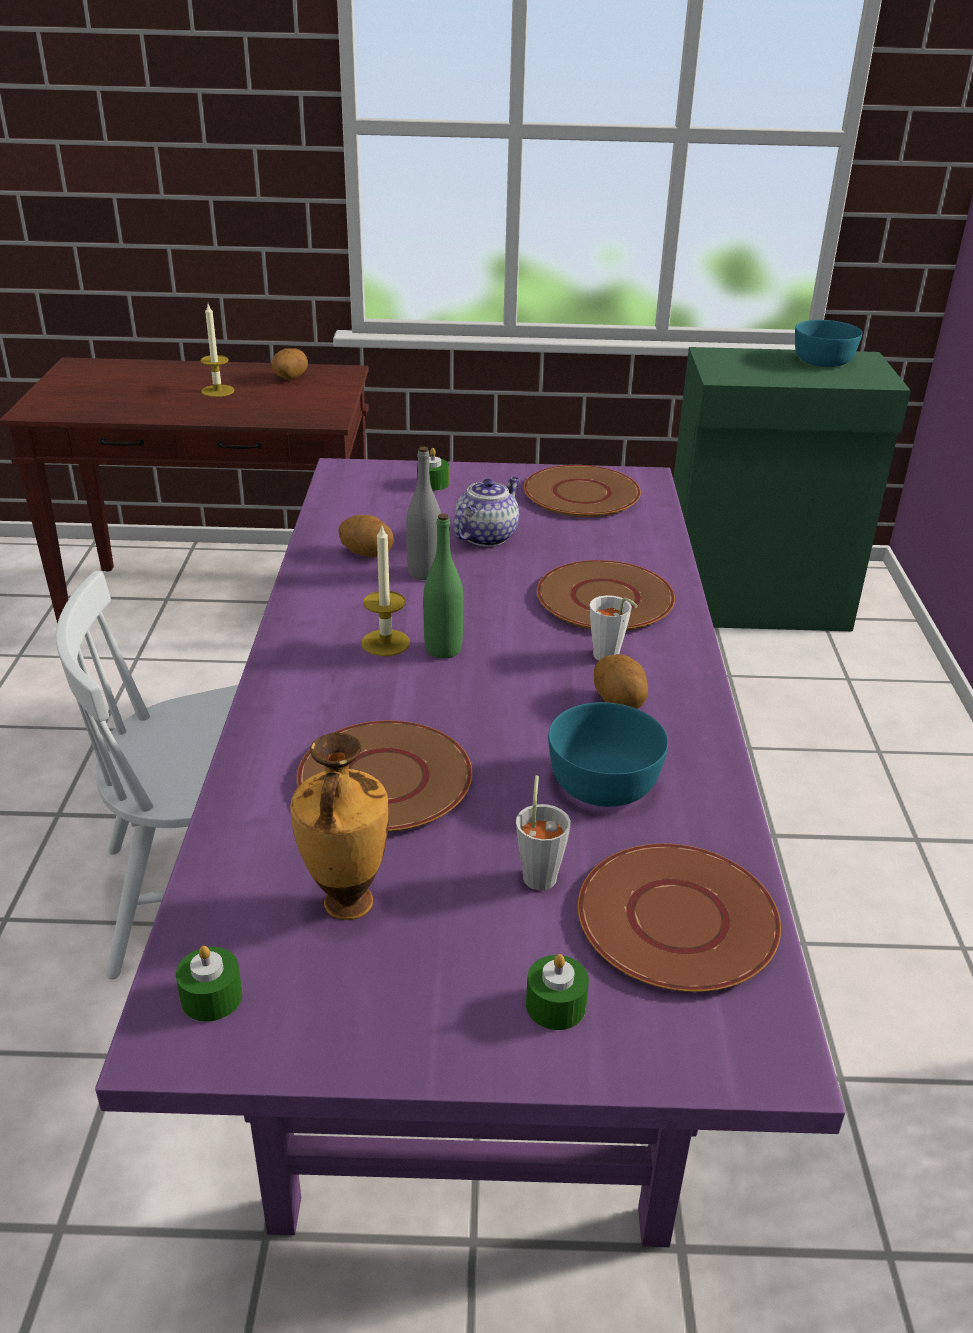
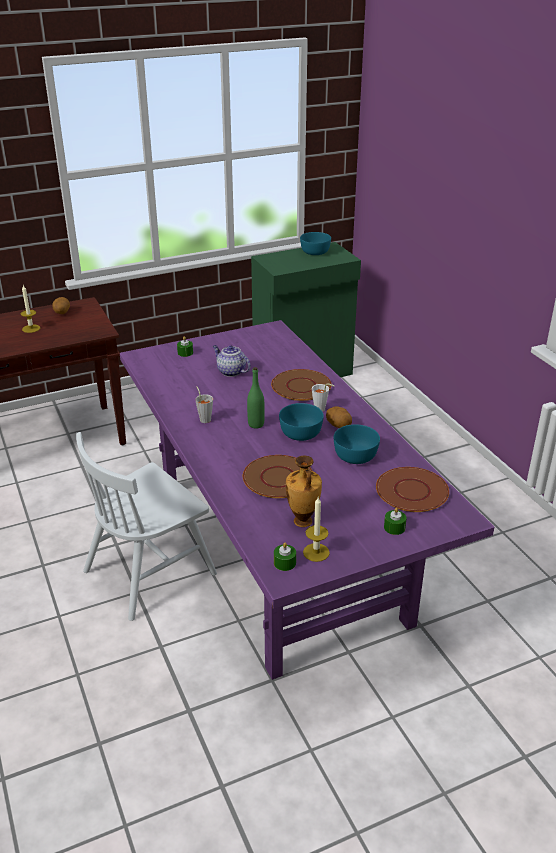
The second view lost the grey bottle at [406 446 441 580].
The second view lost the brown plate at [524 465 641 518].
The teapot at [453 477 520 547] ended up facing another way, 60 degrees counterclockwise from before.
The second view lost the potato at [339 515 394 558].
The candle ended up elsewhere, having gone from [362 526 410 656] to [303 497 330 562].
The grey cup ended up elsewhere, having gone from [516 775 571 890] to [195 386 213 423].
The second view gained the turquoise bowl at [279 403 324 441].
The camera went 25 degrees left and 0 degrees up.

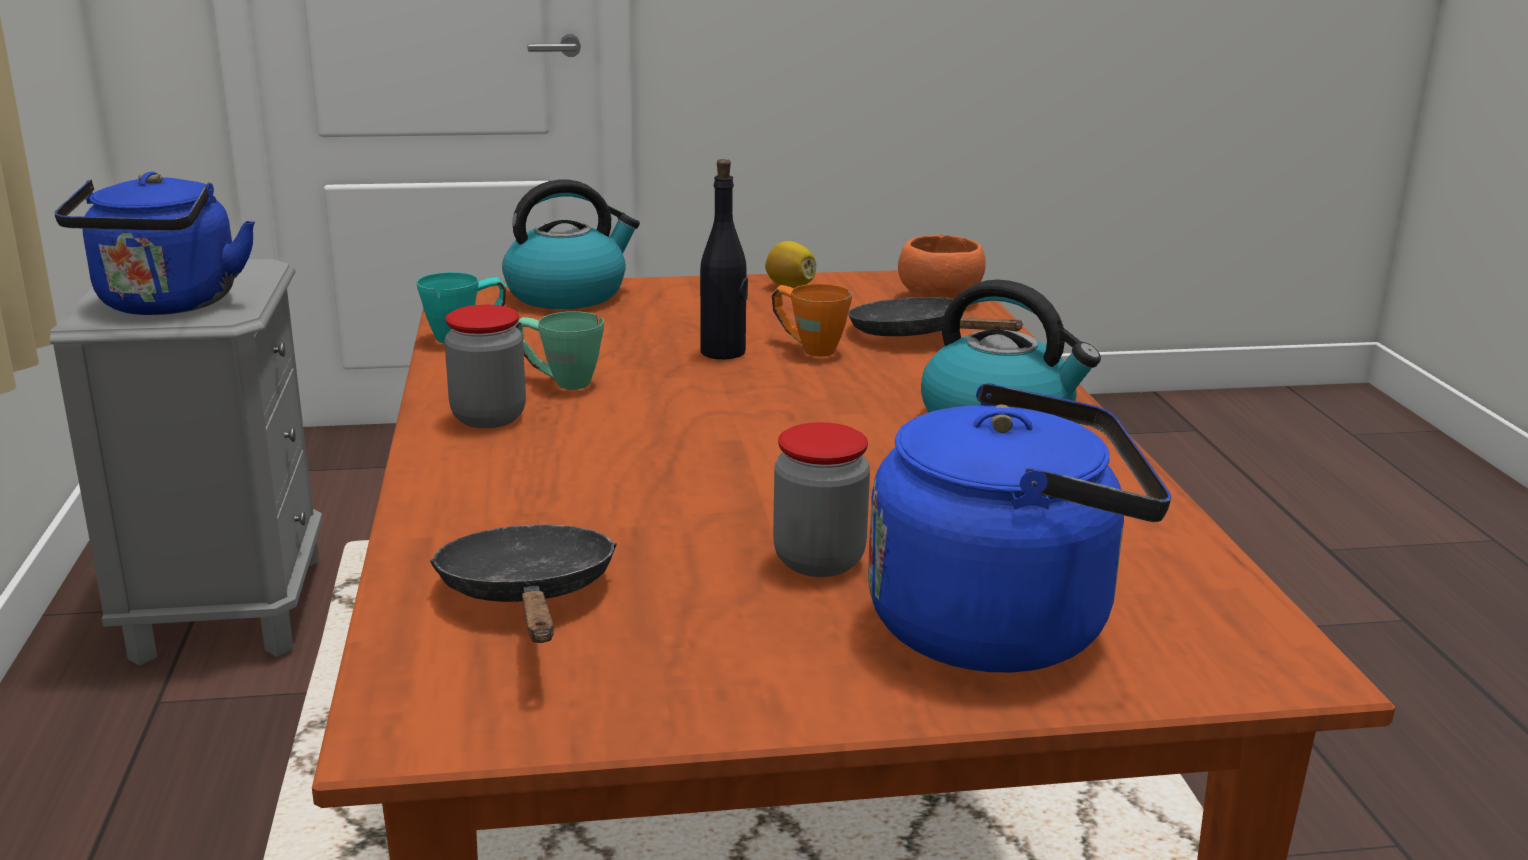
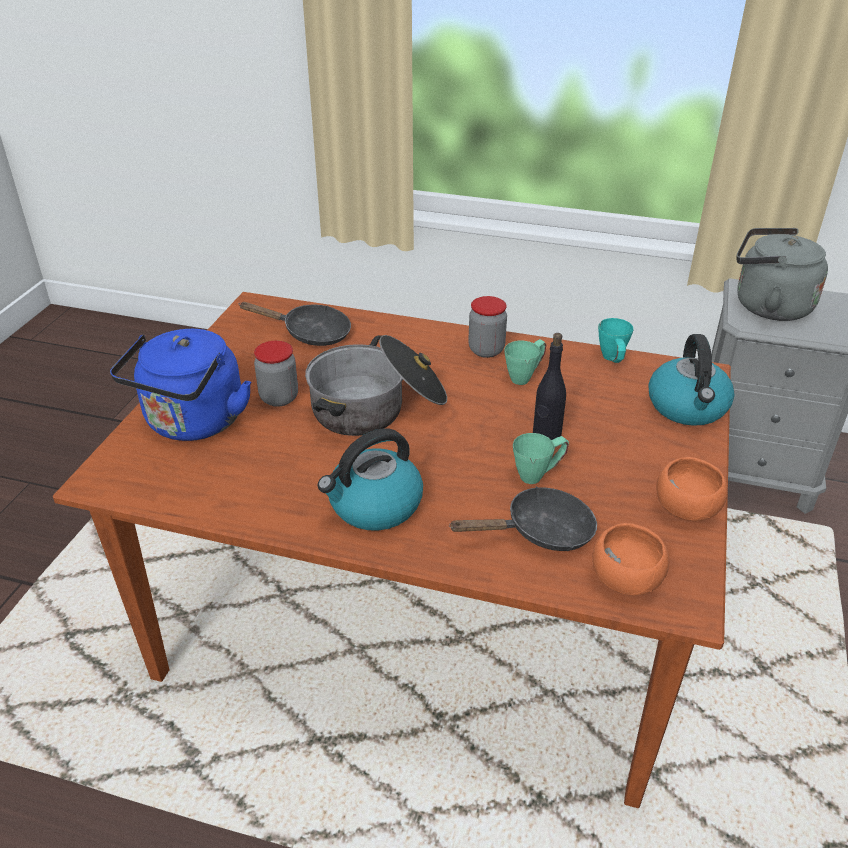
What was the blue kettle at [55 172 255 315] turned into the grey kettle at [736 228 828 321].
Where the lemon stood at [765 241 816 287], the orange bowl came to stand at [656 457 728 521].
What was the orange mug at [772 284 852 356] turned into the green mug at [513 433 569 484].
The second view gained the cooking pot at [305 335 447 436].
The camera went 115 degrees right and 15 degrees up.

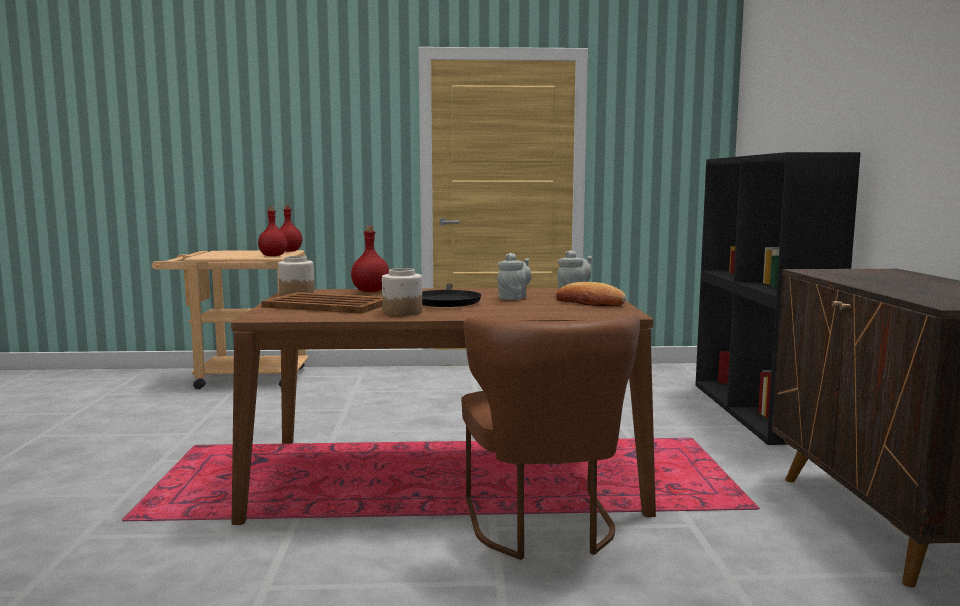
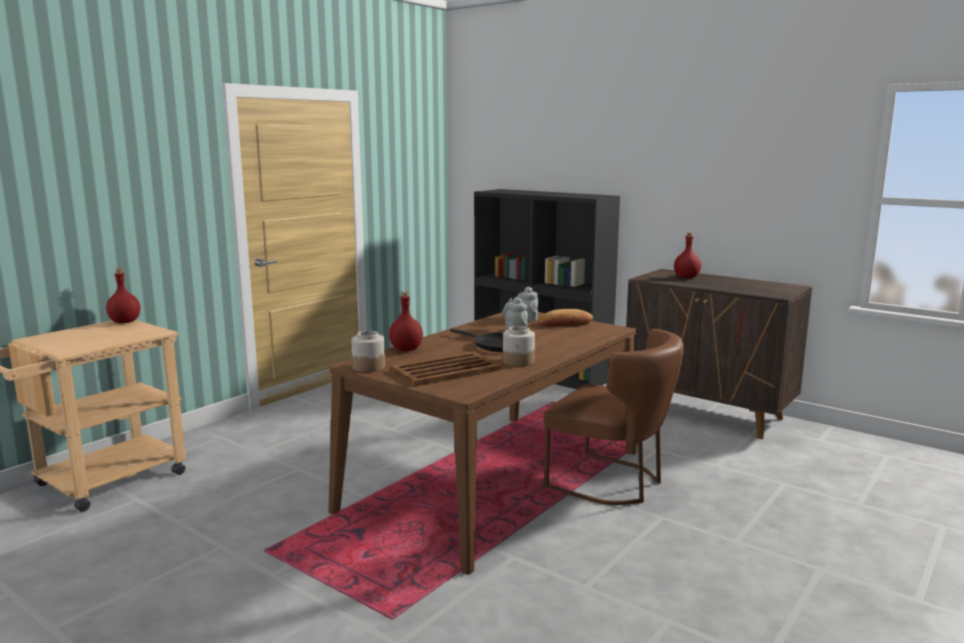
The red bottle ended up elsewhere, having gone from [258 207 287 256] to [674 232 701 278].
The camera went 50 degrees left and 5 degrees up.

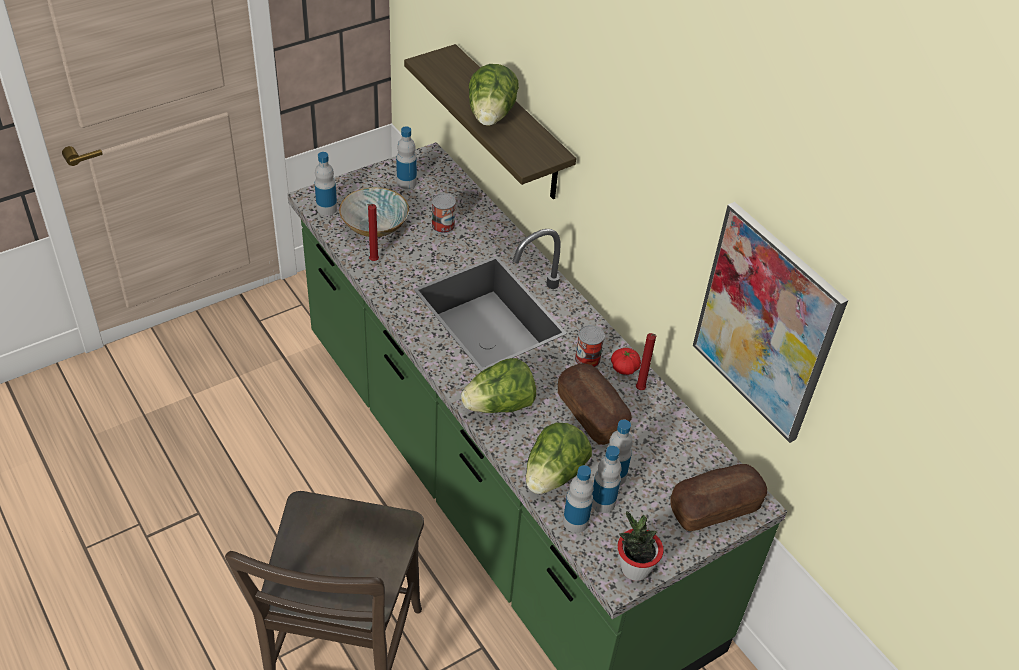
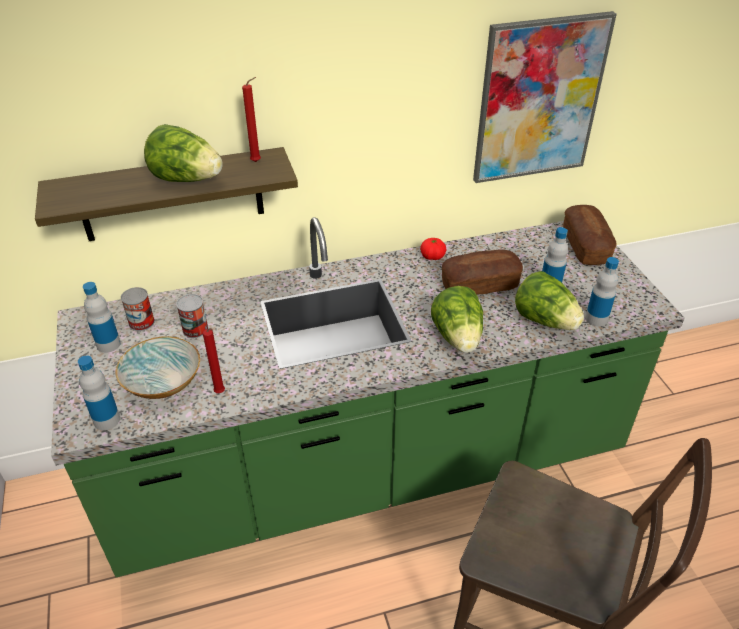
The can ended up elsewhere, having gone from [575 325 605 367] to [121 287 155 331].
The red candle ended up elsewhere, having gone from [636 333 657 390] to [242 77 261 162].
The second view lost the bottle at [592 446 622 513].
The second view lost the potted plant at [618 511 664 581].
The camera went 70 degrees left and 5 degrees down.

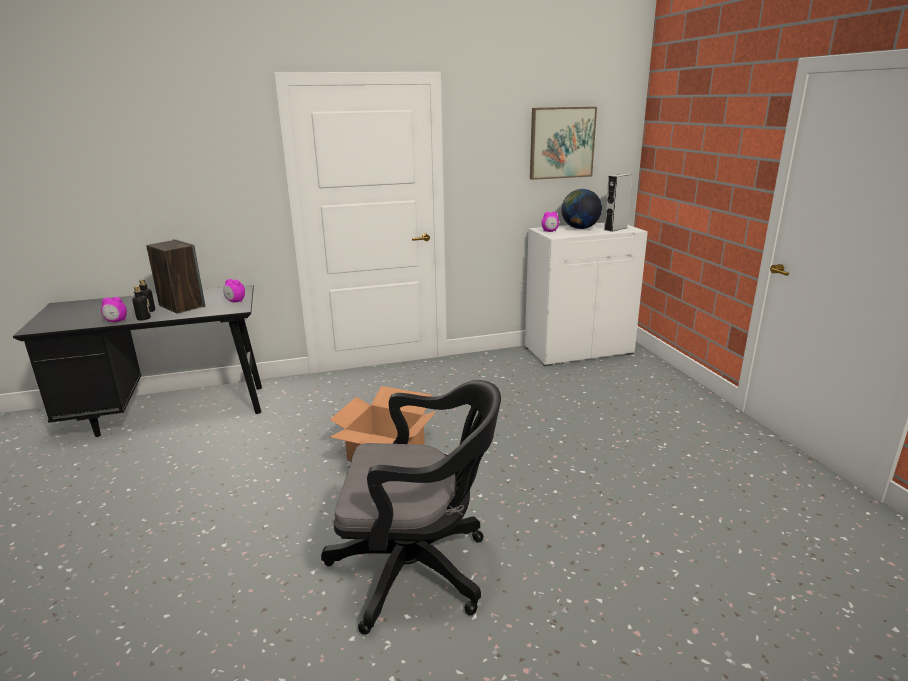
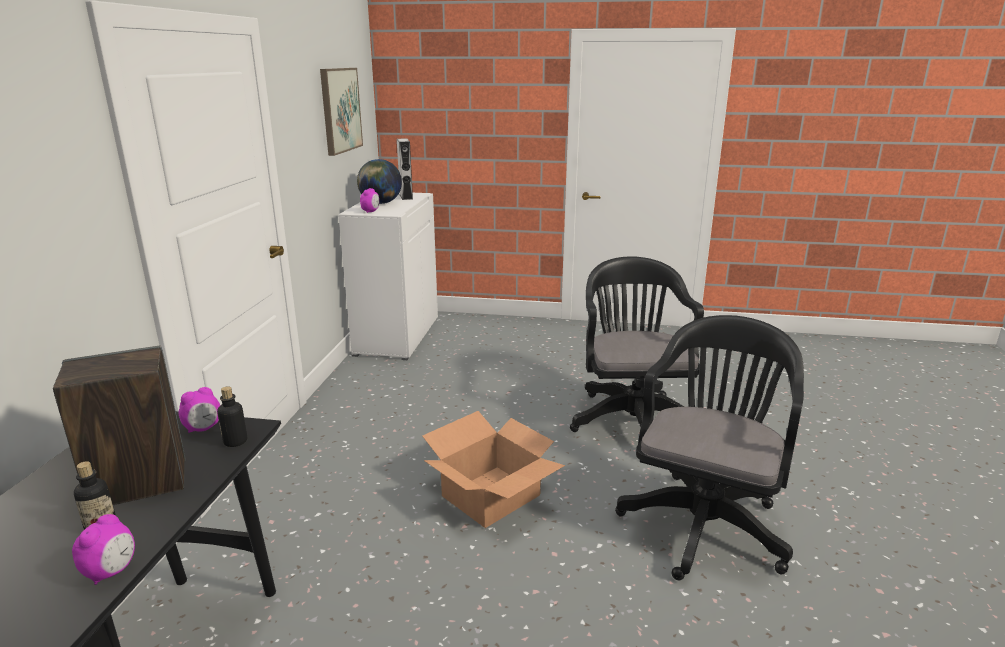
The bottle ended up elsewhere, having gone from [132 286 151 320] to [217 386 247 447].
The second view gained the black office chair at [570 256 704 432].
The camera went 65 degrees left and 0 degrees up.

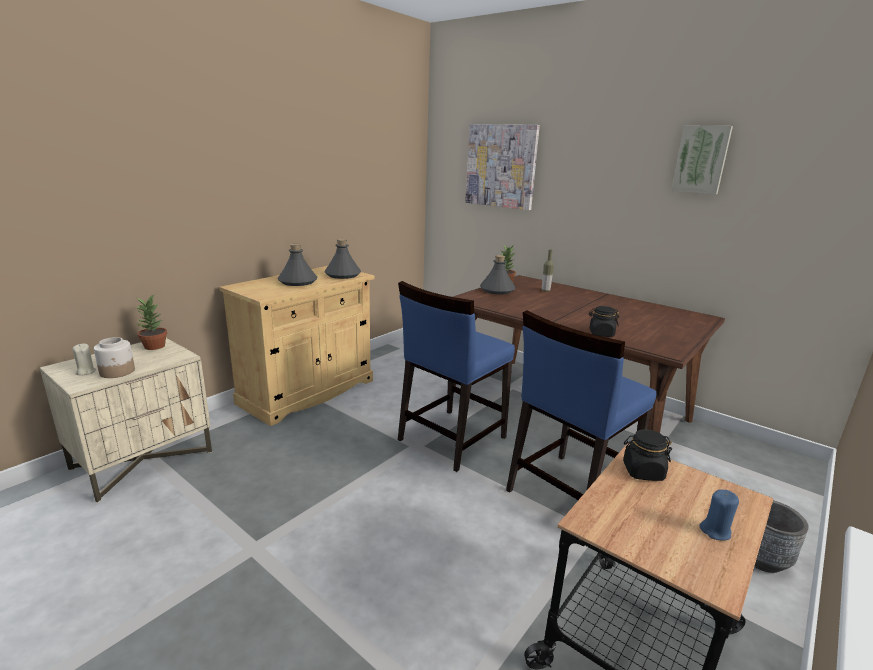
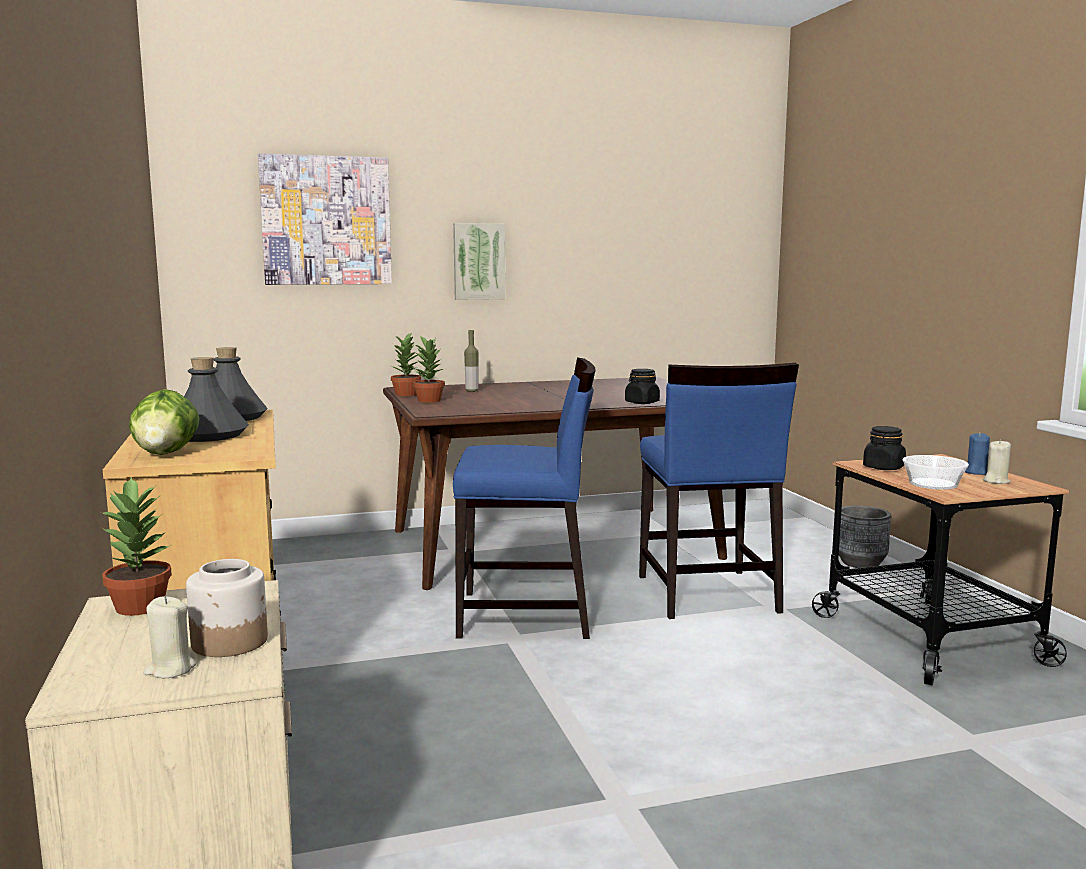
The picture ended up elsewhere, having gone from [671 126 733 194] to [453 223 505 300].
Where the grey bottle stood at [480 255 516 294], the potted plant came to stand at [413 335 445 403].
The blue chair at [398 281 515 472] ended up facing another way, 75 degrees counterclockwise from before.
The second view gained the lettuce at [129 389 200 455].
The second view gained the beige candle at [983 440 1011 484].
The second view gained the bowl at [903 455 969 490].
The camera went 55 degrees left and 10 degrees down.

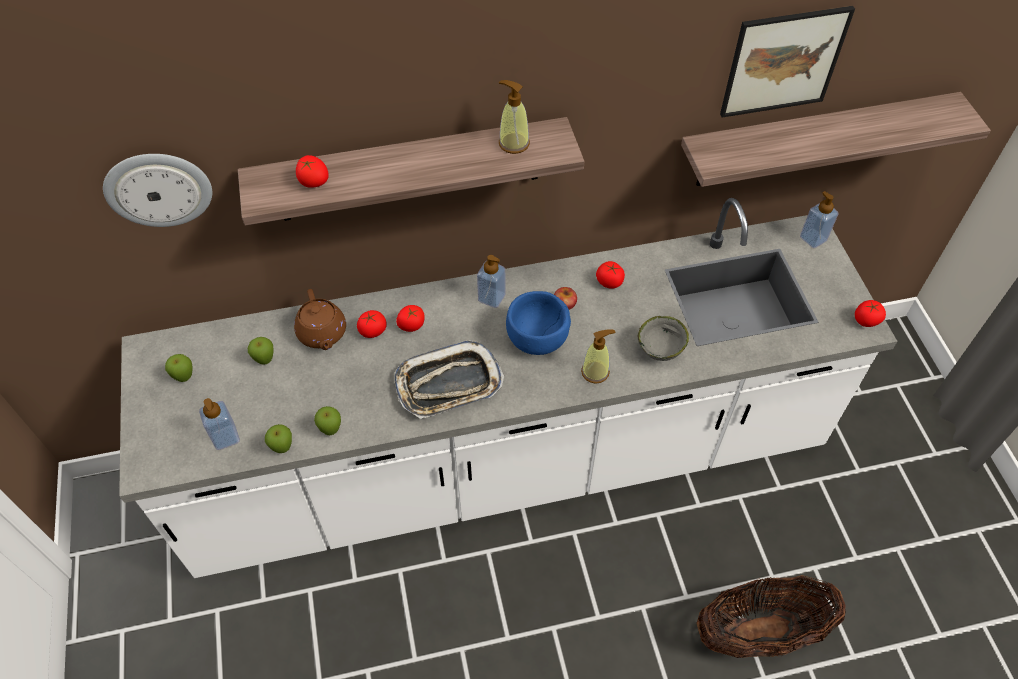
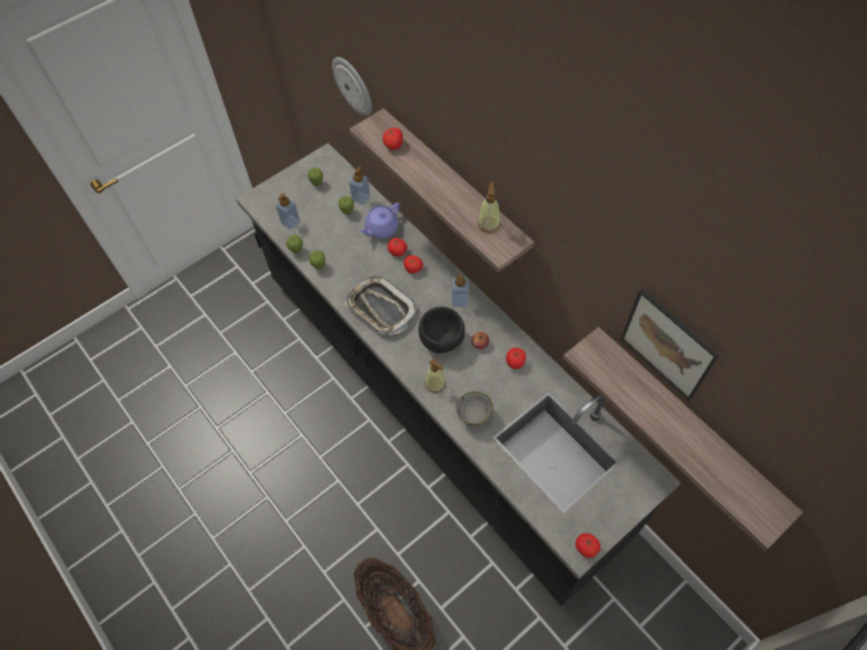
The soap dispenser ended up elsewhere, having gone from [800 191 839 248] to [349 166 370 205].
What was the white counter at [119 198 898 578] turned into the black counter at [236 143 681 606].
What was the brown teapot at [294 289 346 350] turned into the purple teapot at [359 203 400 238].
What was the blue bowl at [506 291 571 355] turned into the black bowl at [418 307 465 353].
The camera went 65 degrees right and 5 degrees up.

